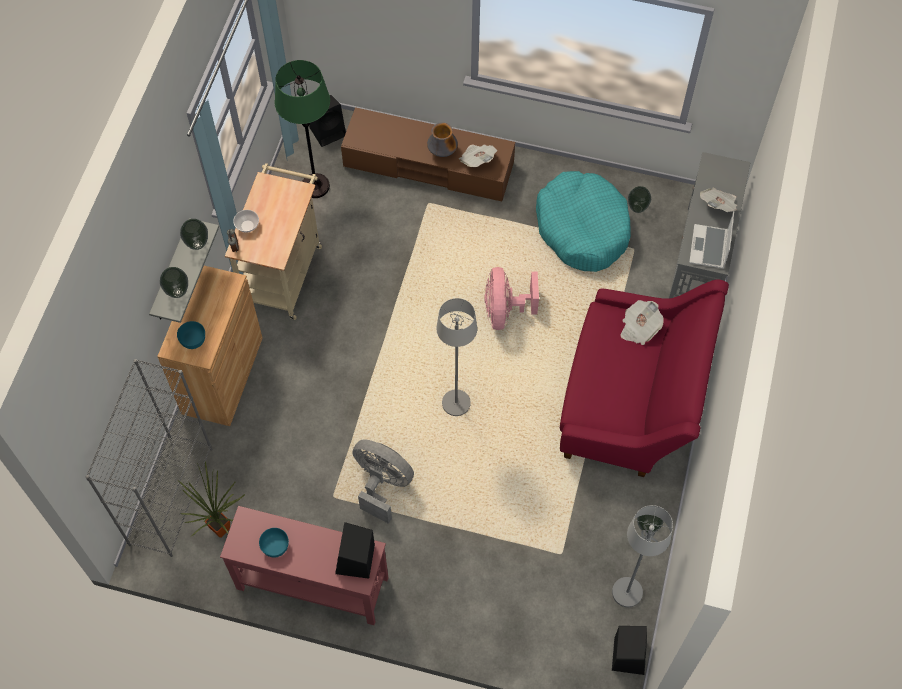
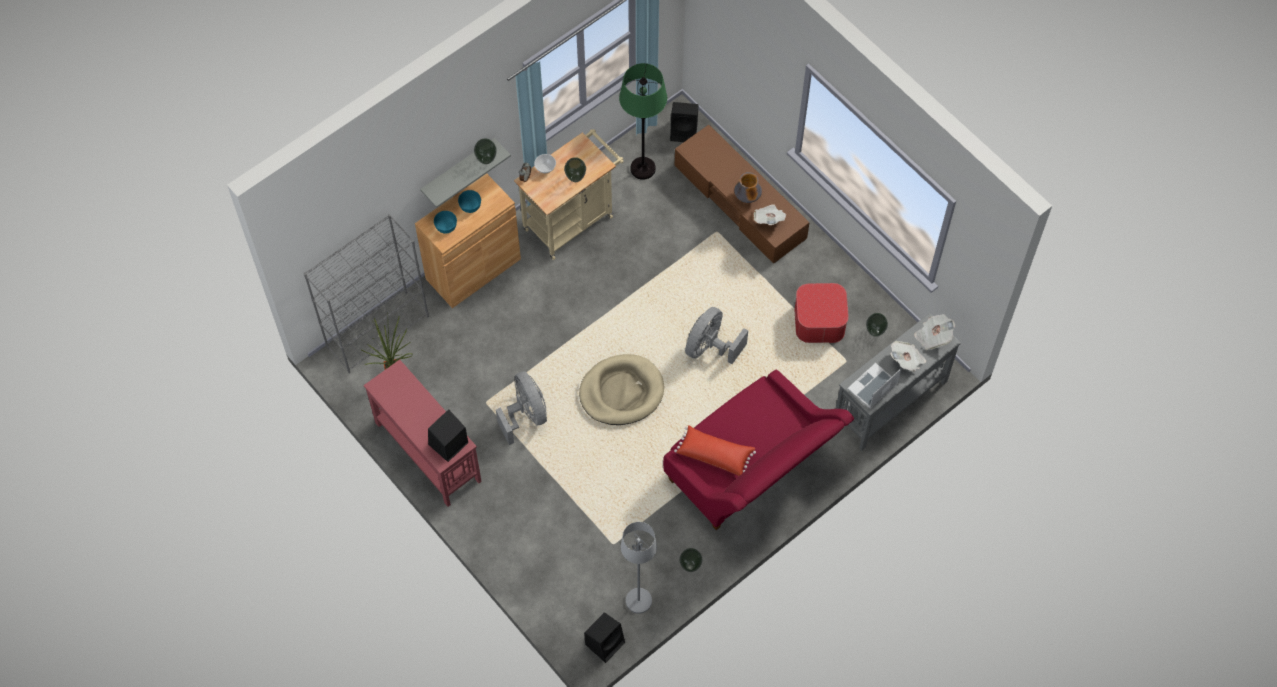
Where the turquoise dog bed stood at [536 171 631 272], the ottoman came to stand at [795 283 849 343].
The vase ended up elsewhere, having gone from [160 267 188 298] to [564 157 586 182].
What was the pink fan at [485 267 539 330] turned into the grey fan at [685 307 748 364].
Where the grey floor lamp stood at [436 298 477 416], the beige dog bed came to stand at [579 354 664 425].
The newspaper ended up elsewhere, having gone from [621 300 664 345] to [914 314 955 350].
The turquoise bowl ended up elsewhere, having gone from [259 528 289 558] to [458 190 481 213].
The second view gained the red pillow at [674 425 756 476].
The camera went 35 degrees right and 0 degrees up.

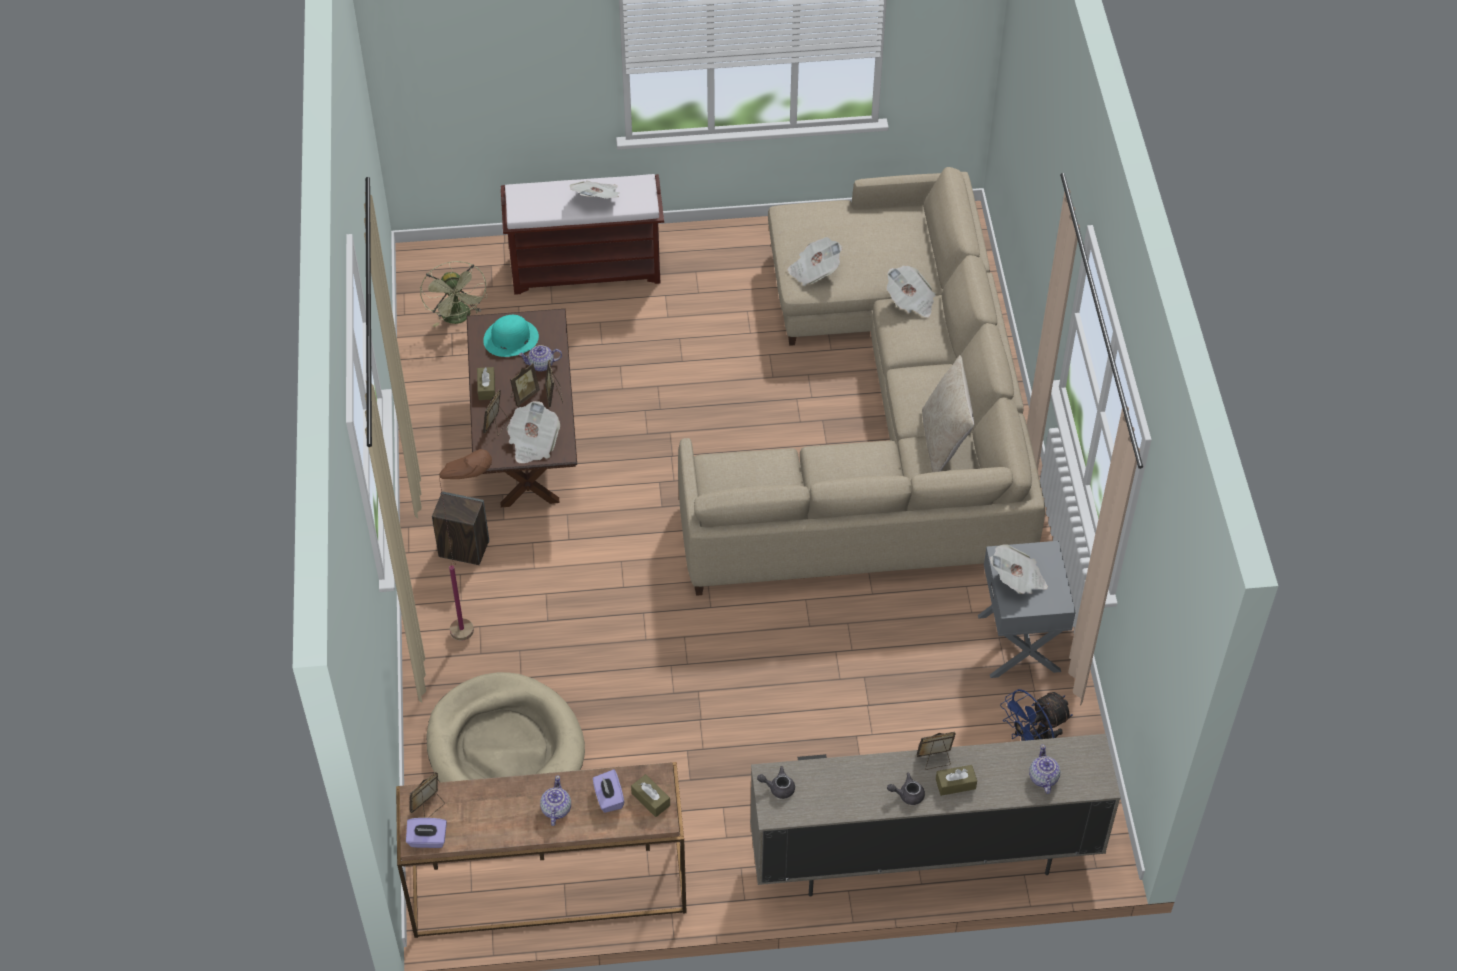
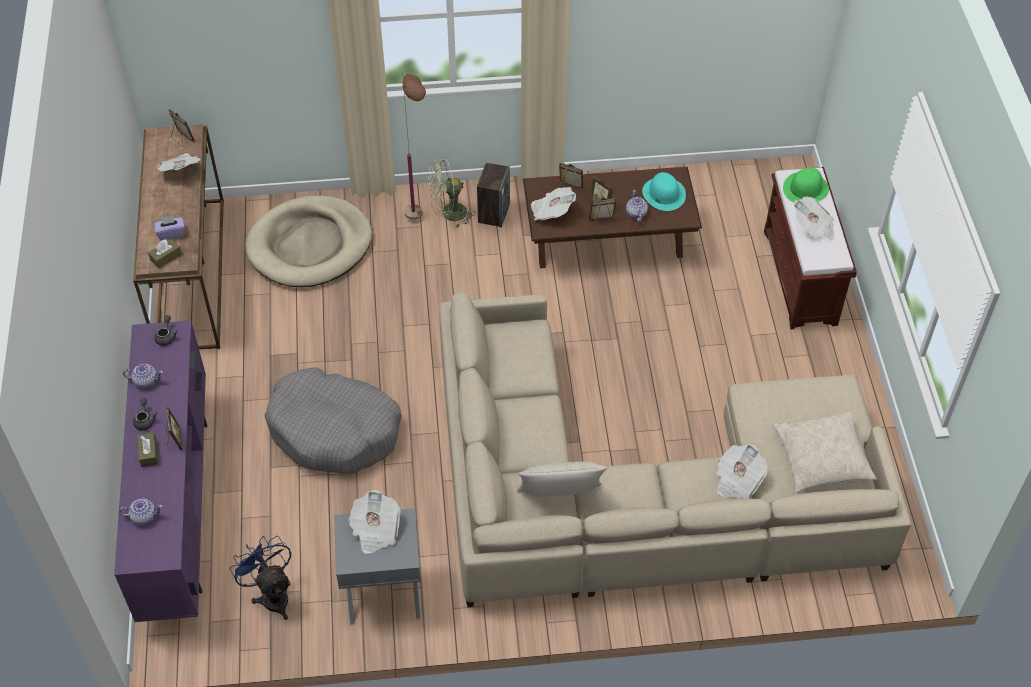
The newspaper ended up elsewhere, having gone from [787 237 842 286] to [157 153 201 171].
The green fan ended up elsewhere, having gone from [420 261 487 327] to [428 159 476 228].
The second view lost the brown tissue box at [477 367 495 400].
What was the beige tv stand at [750 734 1121 897] turned into the purple tv stand at [114 320 207 622].
The teapot ended up elsewhere, having gone from [540 775 571 826] to [123 364 163 389].
The second view lost the purple tissue box at [406 818 447 848].
The second view gained the green hat at [783 168 829 203].
The second view gained the grey dog bed at [264 367 402 474].
The second view gained the beige pillow at [772 412 877 493].
The camera went 90 degrees right and 0 degrees up.

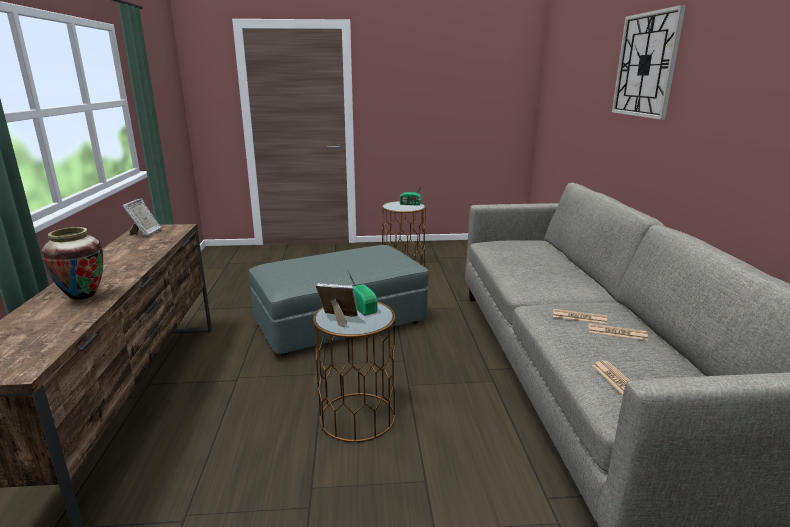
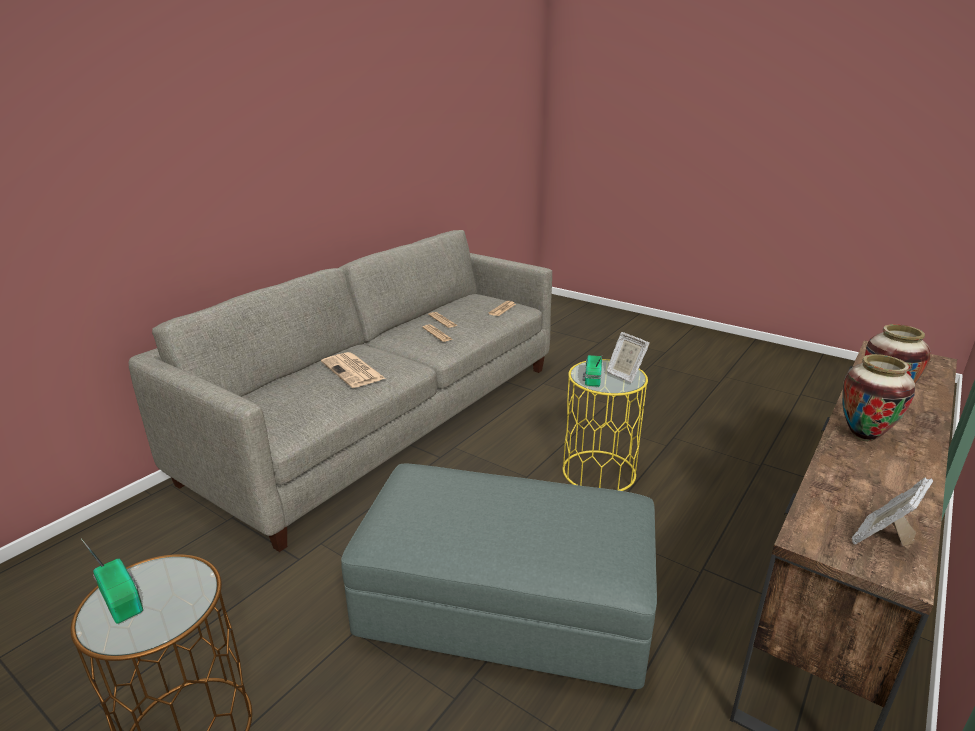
The second view lost the wall clock at [612 5 686 120].
What was the brown side table at [313 302 395 442] turned into the yellow side table at [563 359 648 491].
The second view gained the newspaper at [321 352 386 388].
The second view gained the vase at [842 354 915 442].
The camera went 140 degrees left and 5 degrees up.

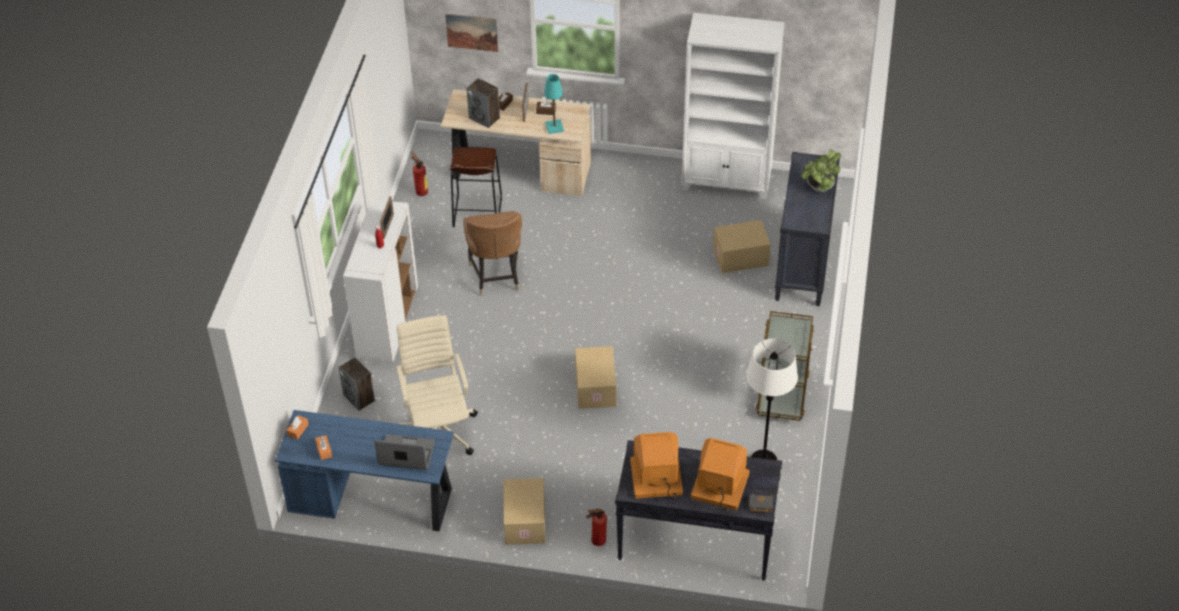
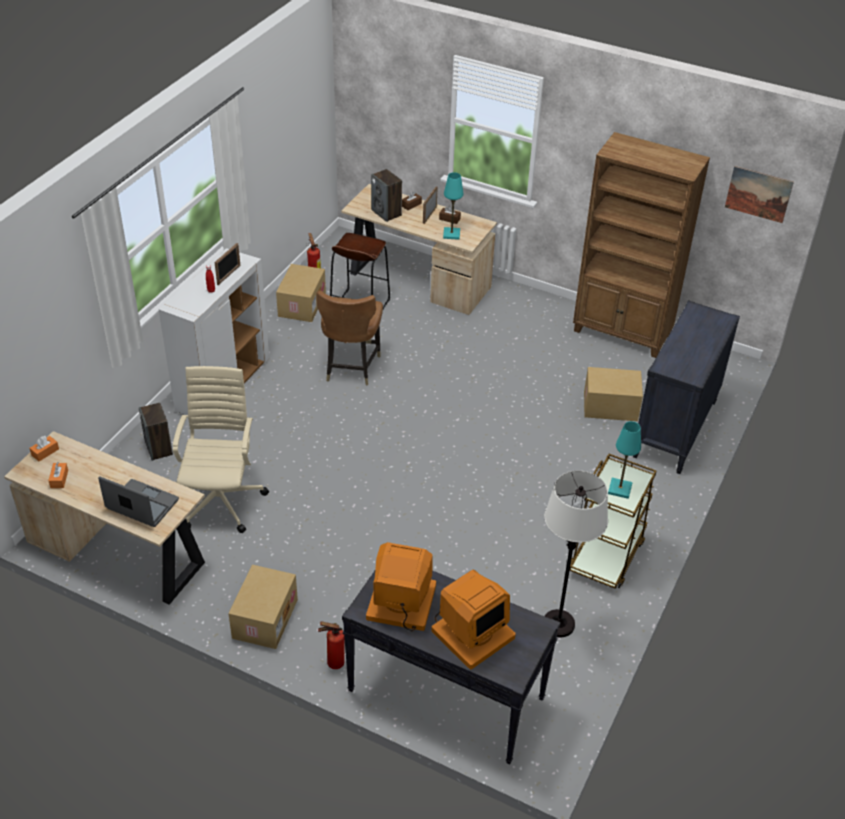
What was the white bookcase at [682 13 785 199] turned into the brown bookcase at [573 132 710 358].
The picture ended up elsewhere, having gone from [445 14 498 52] to [725 166 794 223].
The second view lost the potted plant at [801 149 841 192].
The cardboard box ended up elsewhere, having gone from [575 346 616 409] to [276 264 326 322].
What was the blue desk at [275 410 454 531] turned into the beige desk at [4 431 205 605].
The monitor at [691 438 750 510] ended up facing another way, 105 degrees clockwise from before.
The second view lost the black book at [749 493 773 512].
The second view gained the turquoise table lamp at [608 421 641 499].
The camera went 15 degrees right and 5 degrees down.

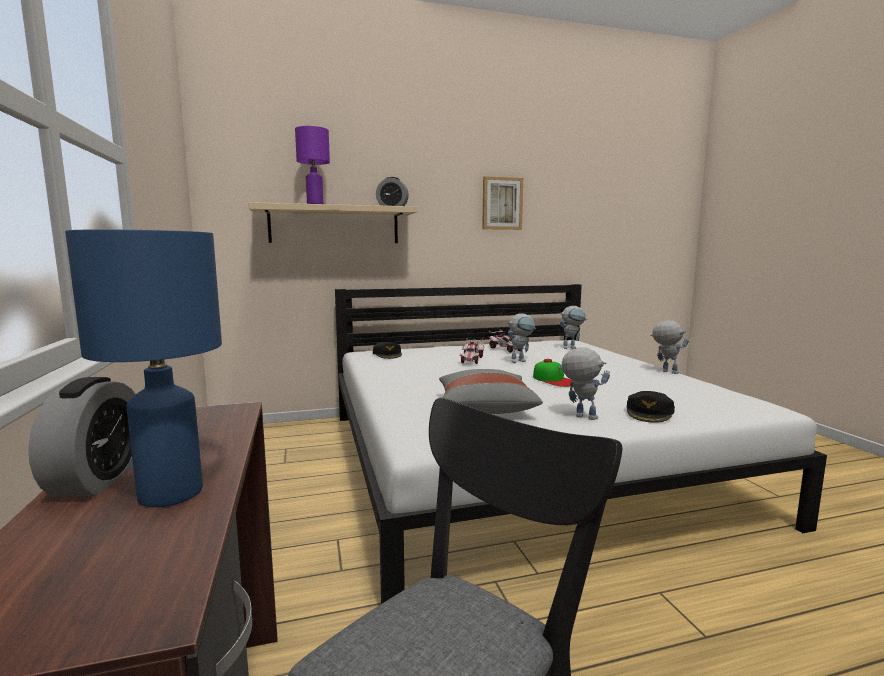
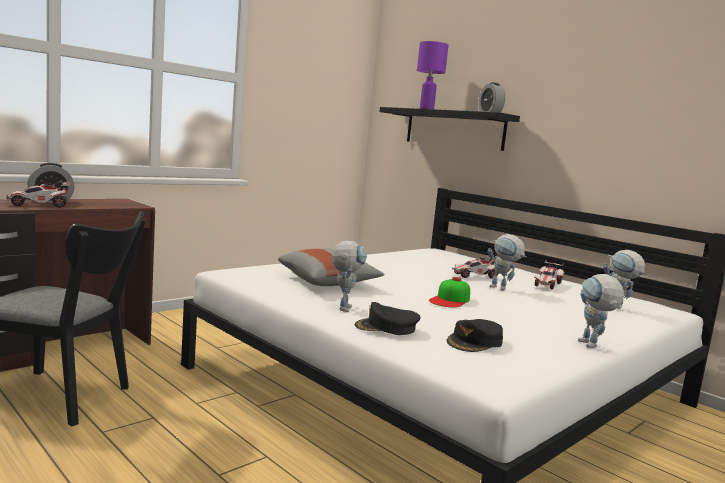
The second view lost the picture at [482 176 523 230].
What was the beige shelf at [248 202 417 243] turned into the black shelf at [379 107 520 151].
Where the blue table lamp stood at [65 229 222 507], the toy car came to stand at [6 181 71 208].
The toy robot at [650 320 689 374] ended up facing another way, 150 degrees clockwise from before.
The black cap ended up elsewhere, having gone from [373 342 402 359] to [447 319 503 352].
The camera went 60 degrees right and 0 degrees up.

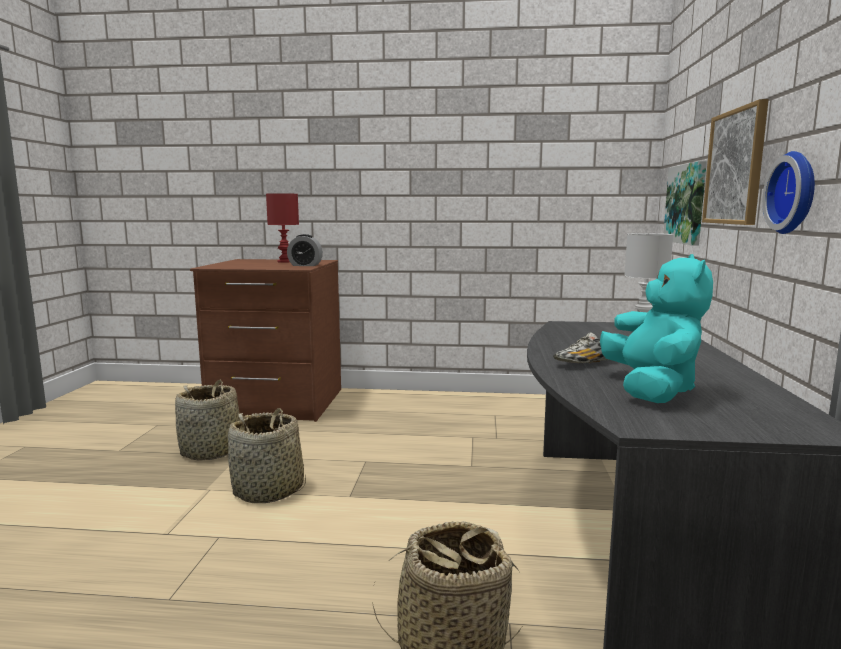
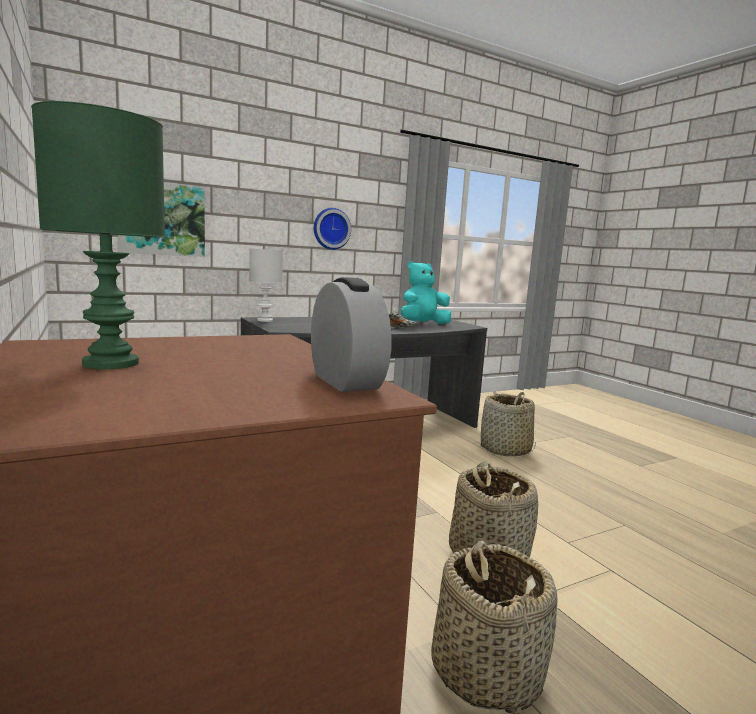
The second view lost the picture at [702 99 769 225].
What was the red table lamp at [266 193 299 263] turned into the green table lamp at [31 101 165 369].
The alarm clock ended up elsewhere, having gone from [287 234 323 266] to [311 277 392 392].
The camera went 125 degrees left and 0 degrees up.

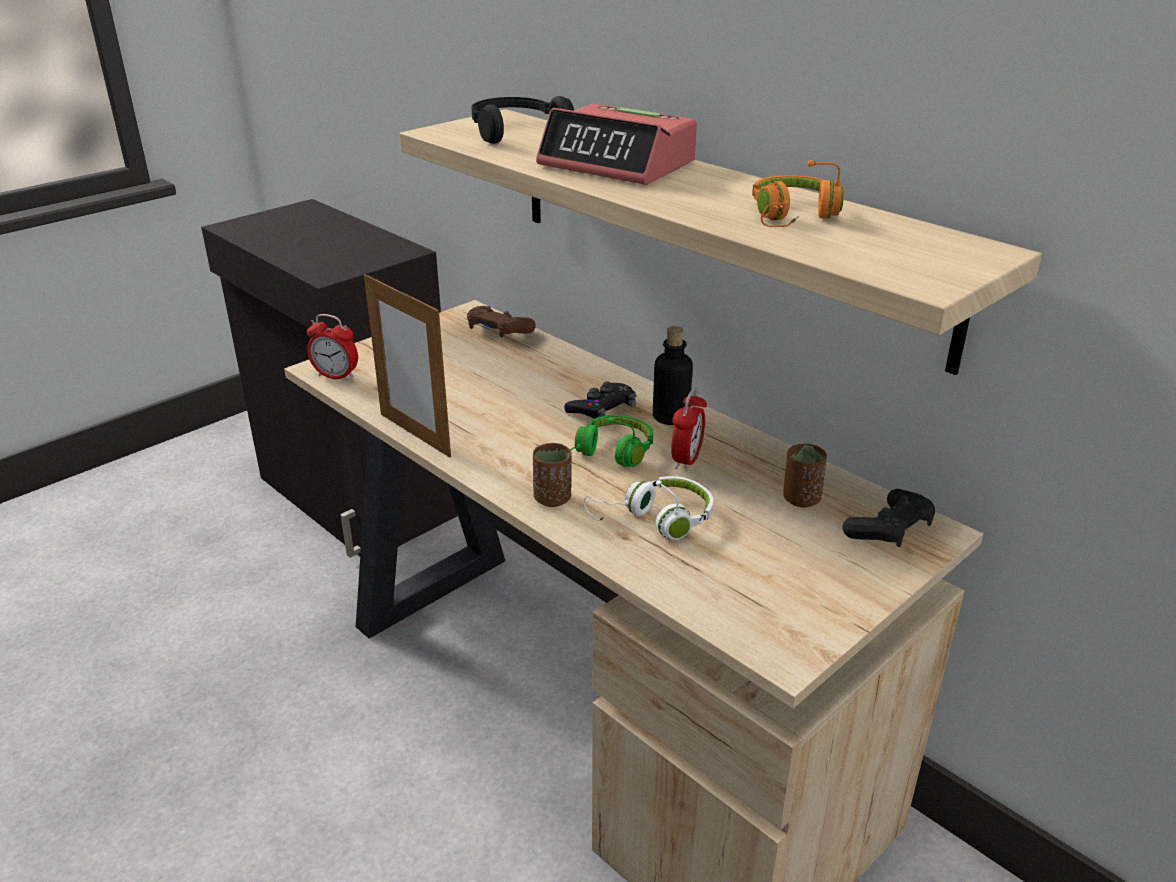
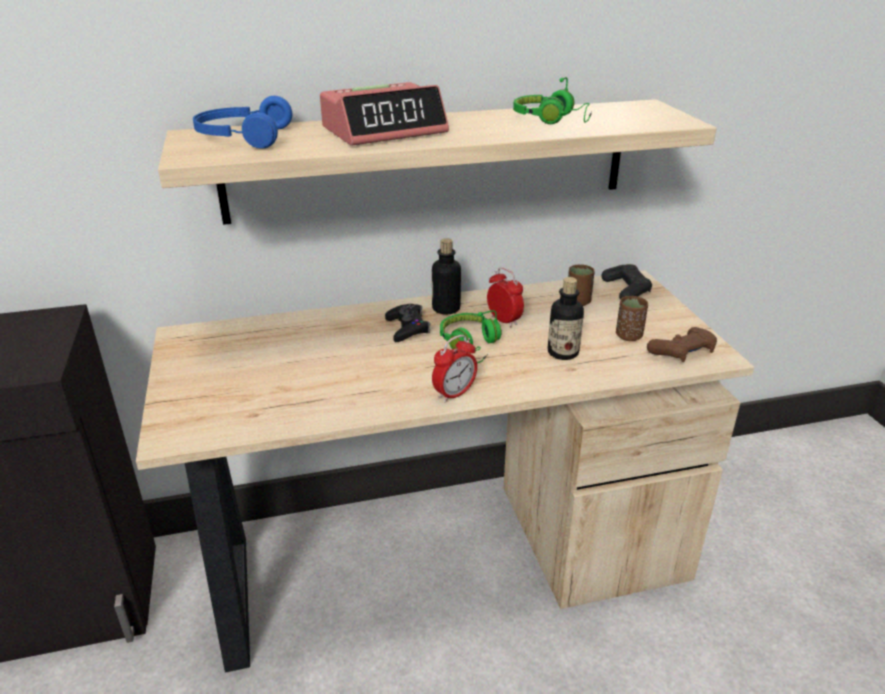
What was the black headphones at [471 96 574 144] turned into the blue headphones at [193 96 292 149].
What was the orange headphones at [752 160 844 227] turned into the green headphones at [513 77 592 124].
The second view lost the picture frame at [364 274 451 458].
The brown game controller ended up elsewhere, having gone from [467 306 536 338] to [647 327 717 362].
The alarm clock ended up elsewhere, having gone from [307 314 358 381] to [432 335 477 403].
The brown cup ended up elsewhere, having gone from [533 443 572 507] to [616 296 648 341].
Where the white headphones stood at [584 476 714 540], the bottle came to stand at [548 277 584 360].
The camera went 60 degrees left and 0 degrees up.

